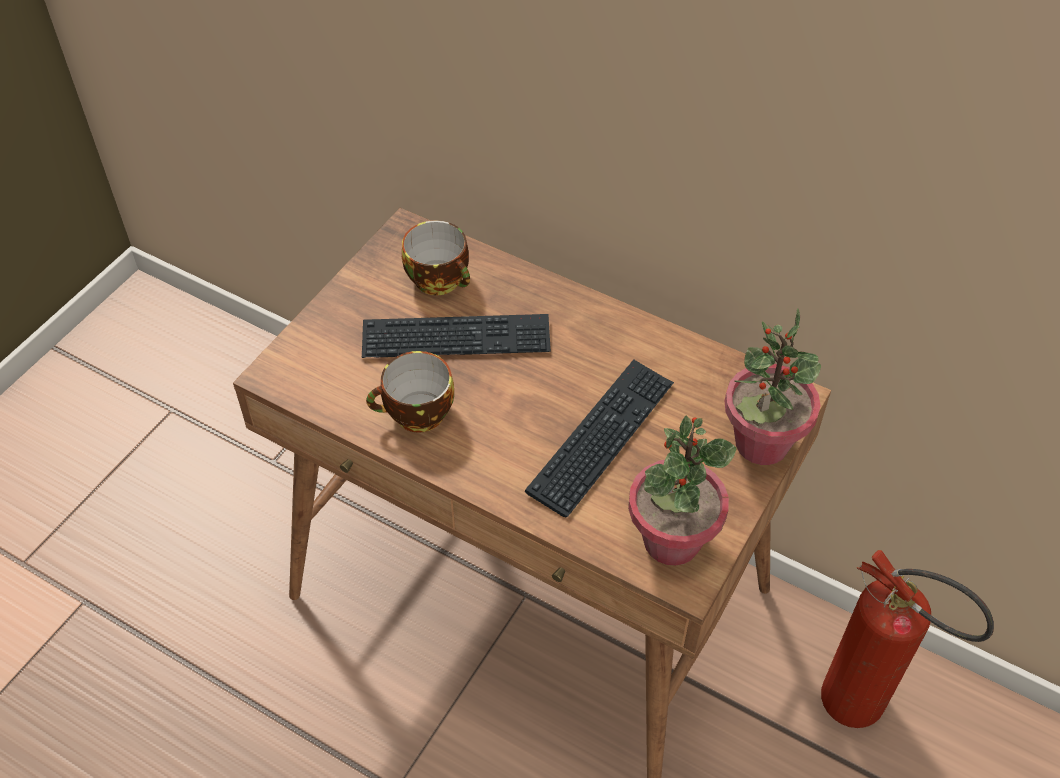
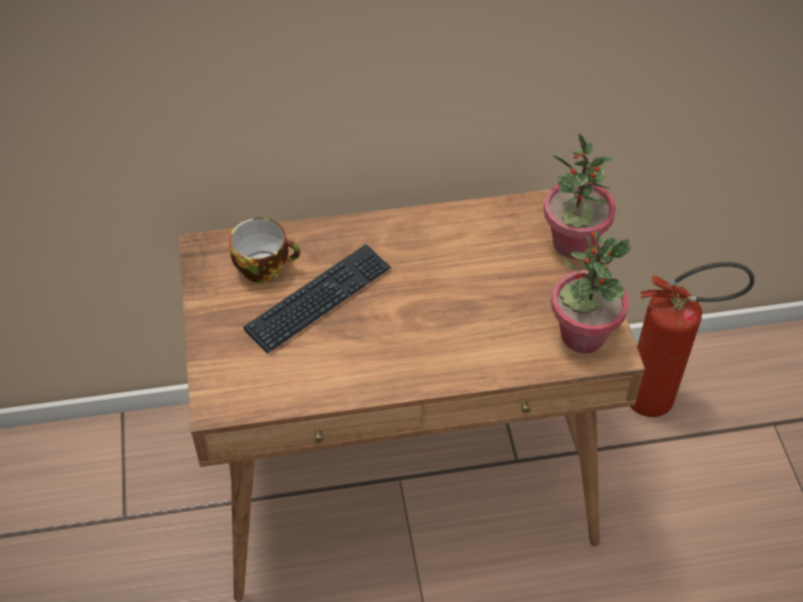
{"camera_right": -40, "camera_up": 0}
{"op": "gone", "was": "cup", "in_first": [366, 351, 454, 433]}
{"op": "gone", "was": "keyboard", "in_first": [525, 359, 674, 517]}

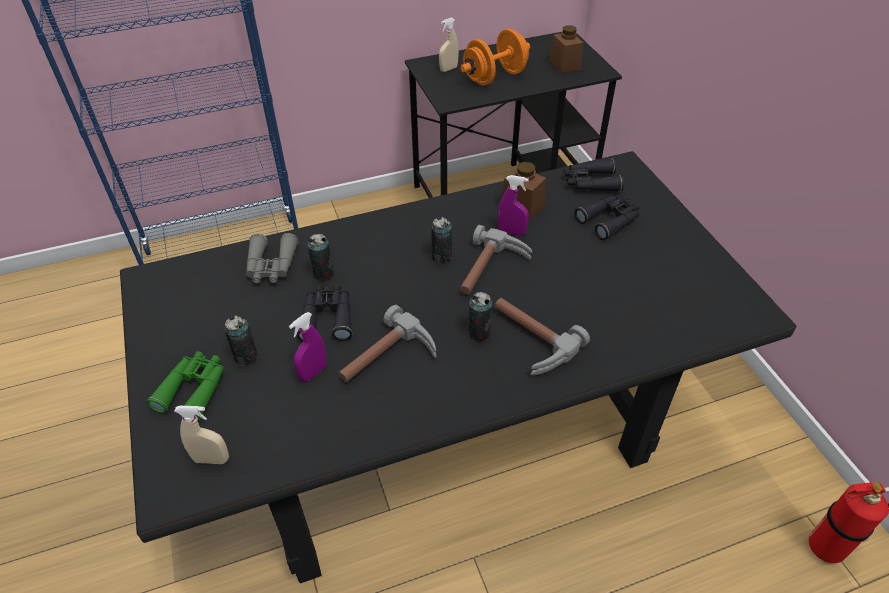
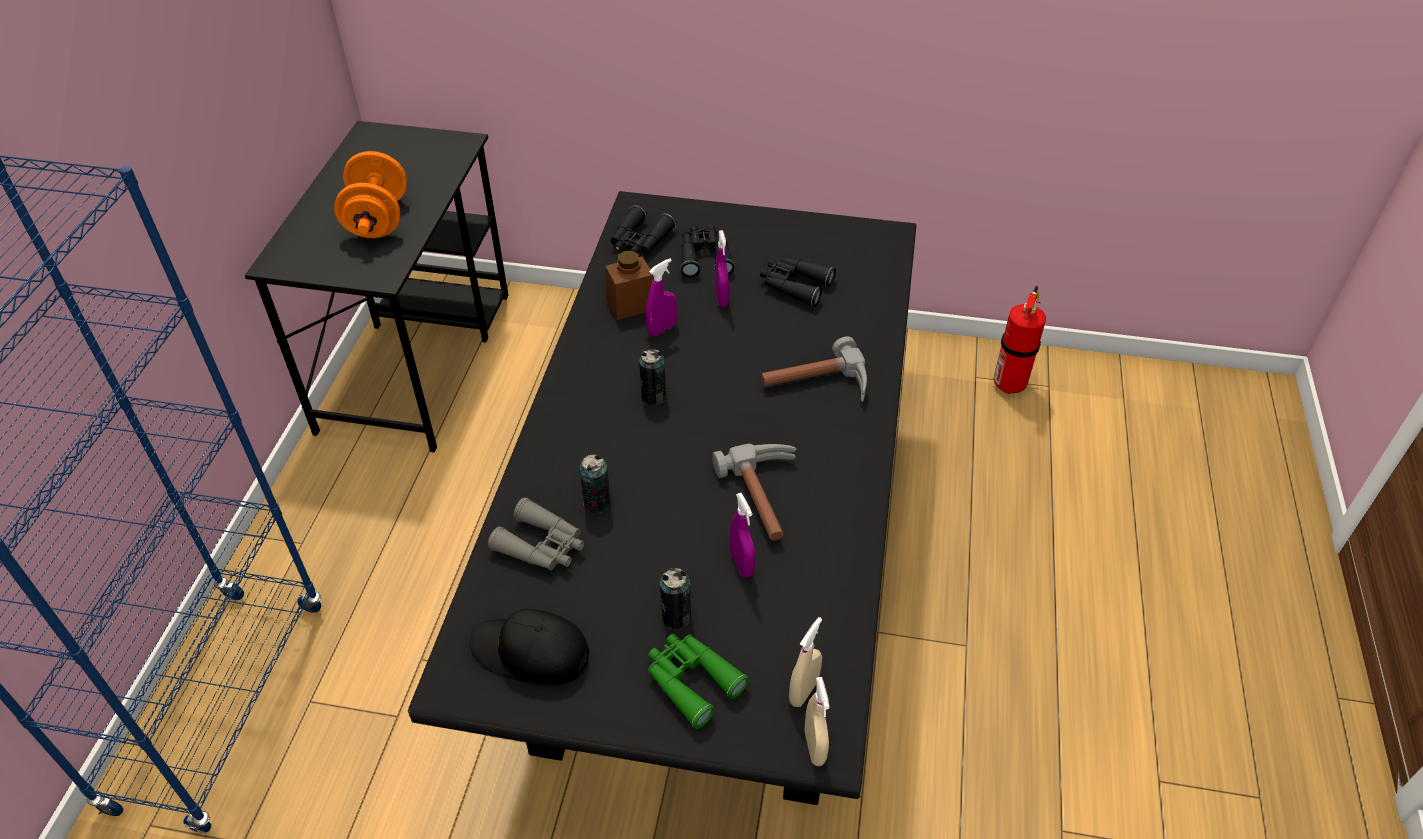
{"camera_right": -60, "camera_up": 0}
{"op": "shifted", "was": "black binoculars", "in_first": [297, 285, 352, 342], "in_second": [760, 256, 836, 307]}
{"op": "shifted", "was": "beige spray bottle", "in_first": [439, 17, 459, 72], "in_second": [805, 677, 829, 766]}
{"op": "gone", "was": "hammer", "in_first": [460, 225, 532, 294]}
{"op": "gone", "was": "can", "in_first": [468, 292, 492, 341]}
{"op": "gone", "was": "brown jar", "in_first": [549, 25, 583, 73]}
{"op": "new", "now": "black cap", "in_second": [470, 609, 589, 686]}
{"op": "new", "now": "purple spray bottle", "in_second": [715, 230, 729, 307]}

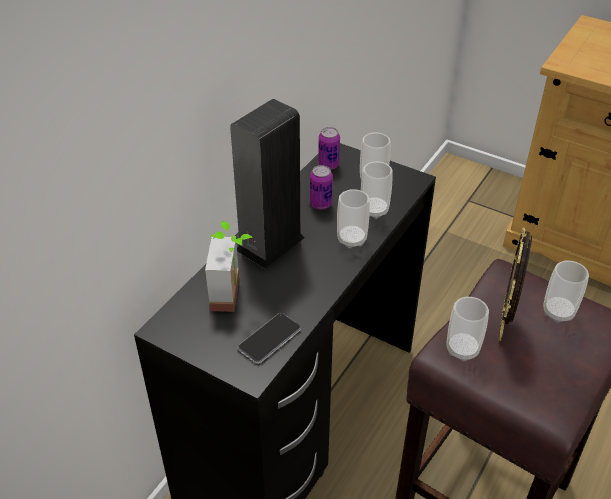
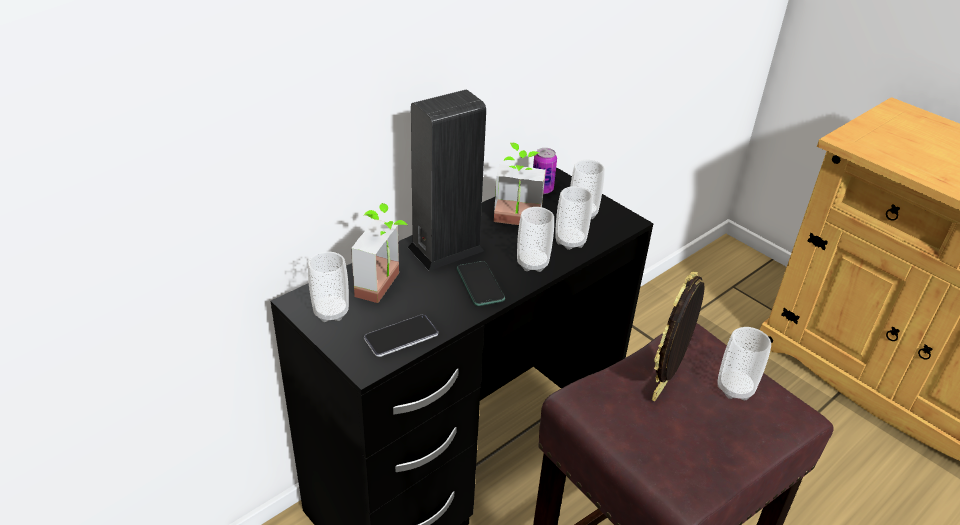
{"camera_right": 15, "camera_up": -5}
{"op": "swapped", "was": "can", "now": "potted plant", "in_first": [310, 165, 333, 210], "in_second": [494, 143, 546, 225]}
{"op": "shifted", "was": "cup", "in_first": [446, 297, 489, 362], "in_second": [308, 251, 349, 322]}
{"op": "new", "now": "phone", "in_second": [457, 261, 505, 306]}

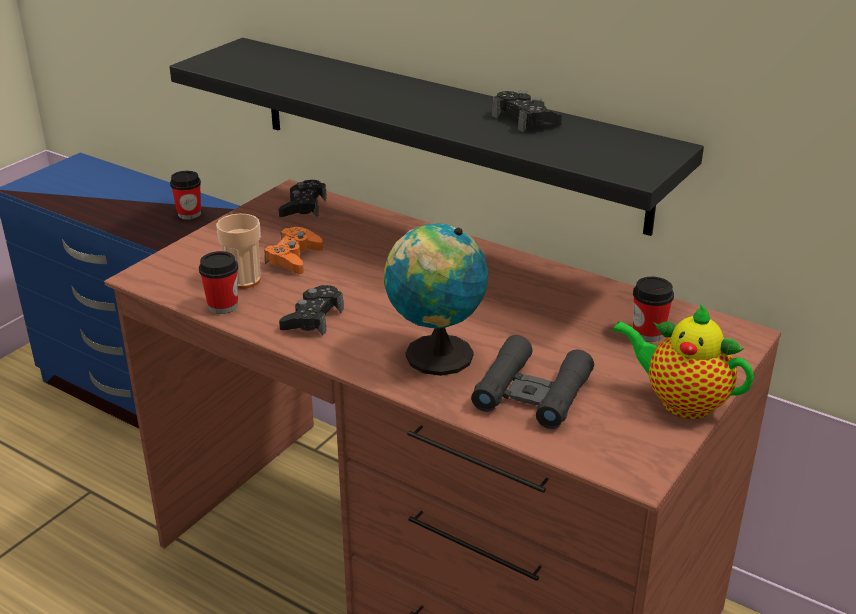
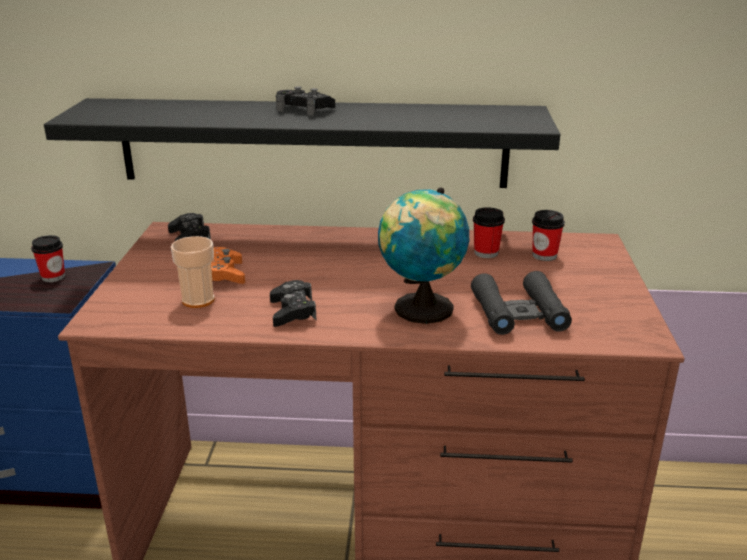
{"camera_right": -30, "camera_up": -5}
{"op": "shifted", "was": "cup", "in_first": [199, 251, 238, 314], "in_second": [473, 207, 505, 258]}
{"op": "shifted", "was": "black game controller", "in_first": [492, 90, 562, 132], "in_second": [276, 86, 335, 116]}
{"op": "gone", "was": "teapot", "in_first": [612, 304, 754, 419]}

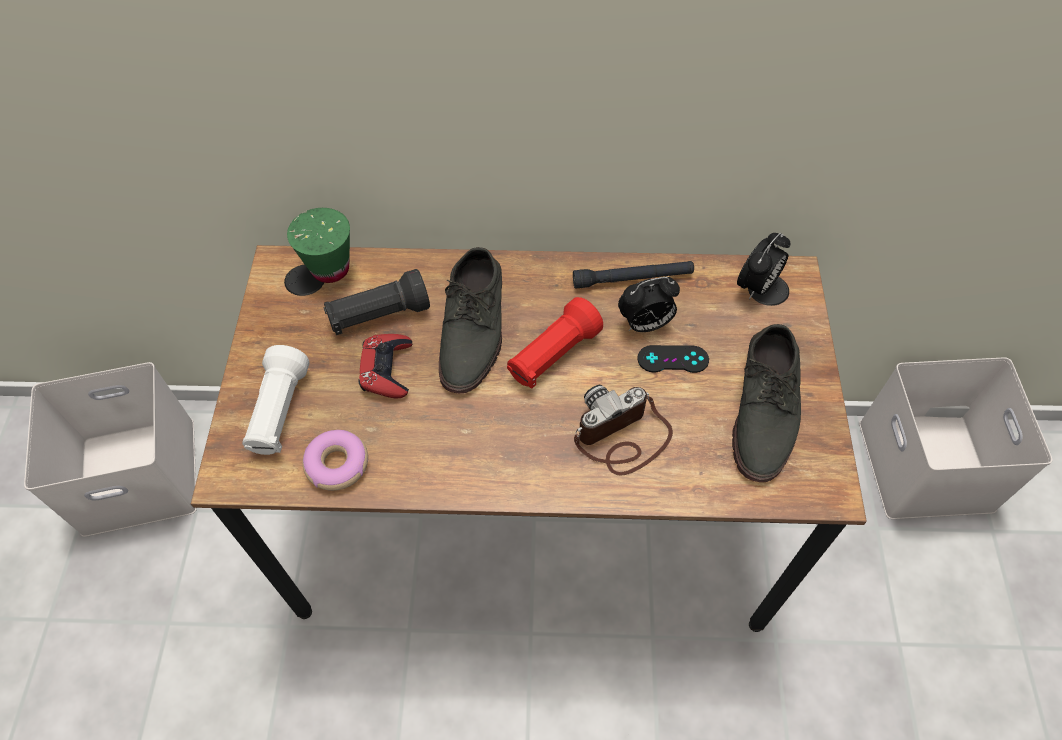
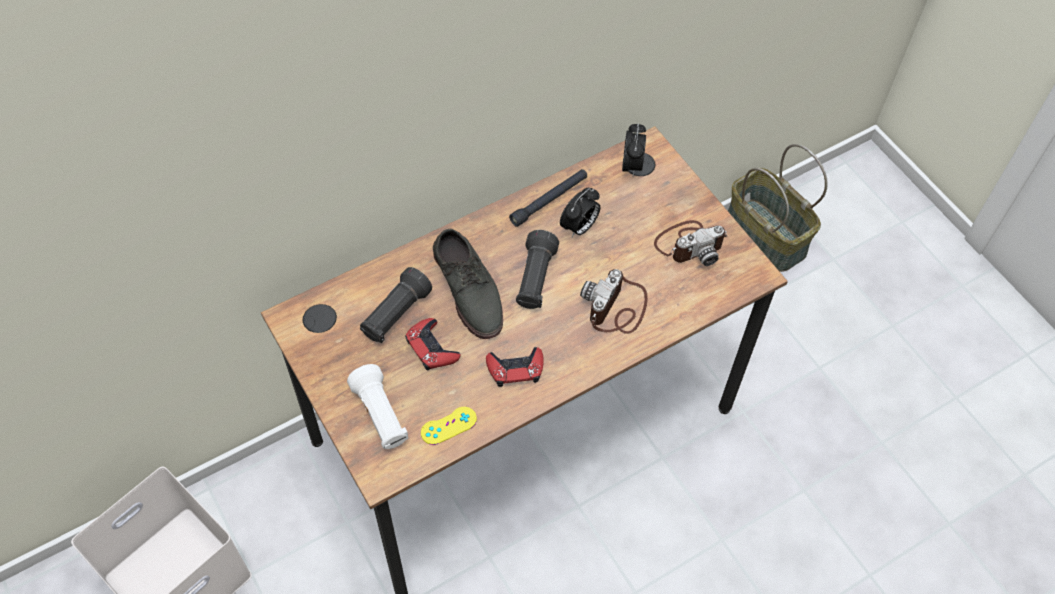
{"camera_right": -35, "camera_up": 0}
{"op": "gone", "was": "green cup", "in_first": [287, 208, 350, 283]}
{"op": "swapped", "was": "donut", "now": "yellow game controller", "in_first": [303, 430, 368, 491], "in_second": [421, 407, 477, 445]}
{"op": "repainted", "was": "red flashlight", "now": "black flashlight", "in_first": [507, 297, 603, 389], "in_second": [516, 230, 559, 309]}
{"op": "gone", "was": "black game controller", "in_first": [637, 345, 709, 373]}
{"op": "swapped", "was": "grey shoe", "now": "photo camera", "in_first": [732, 324, 801, 482], "in_second": [654, 220, 727, 266]}
{"op": "swapped", "was": "white storage box", "now": "basket", "in_first": [859, 357, 1053, 519], "in_second": [728, 144, 828, 272]}
{"op": "new", "now": "red game controller", "in_second": [486, 347, 544, 387]}

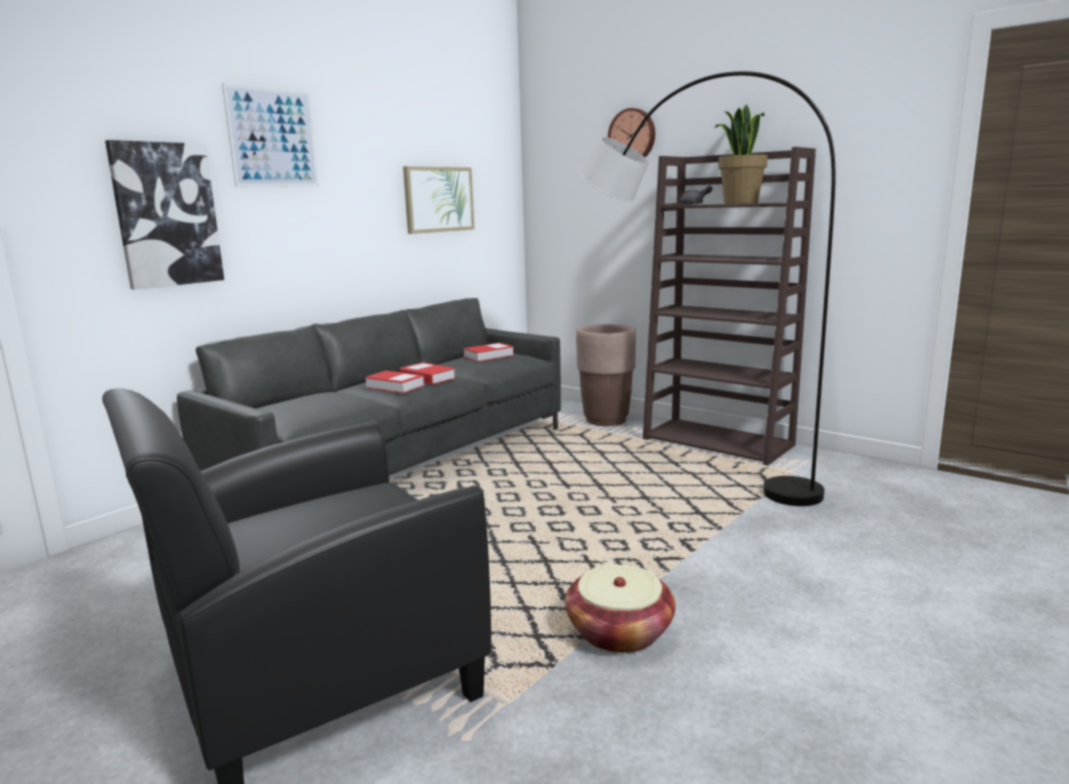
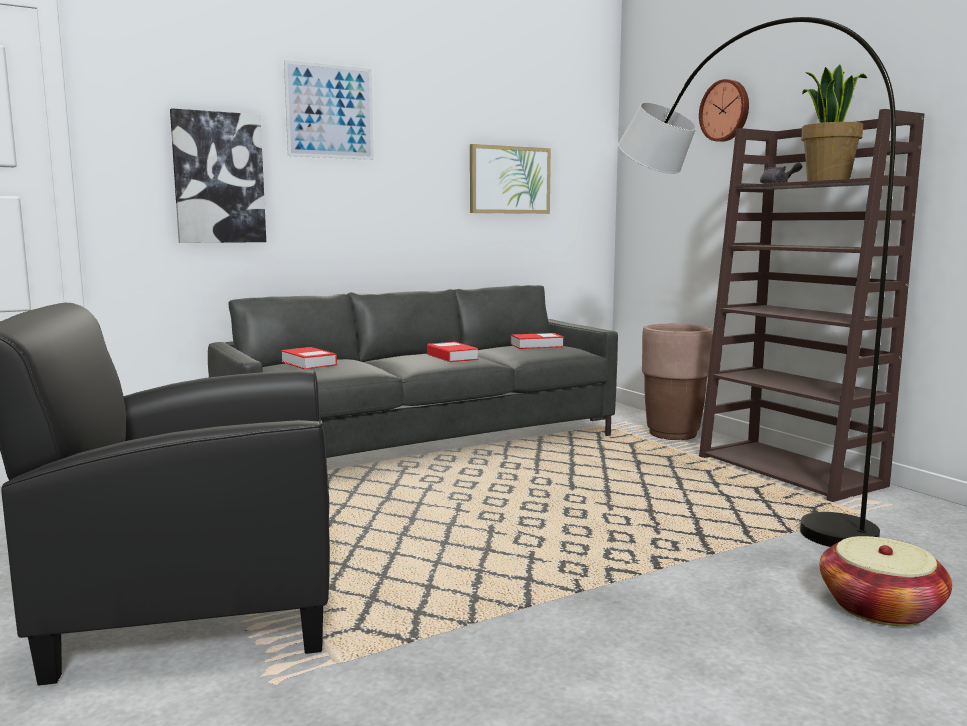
{"camera_right": 20, "camera_up": -5}
{"op": "shifted", "was": "book", "in_first": [365, 371, 425, 393], "in_second": [281, 347, 337, 369]}
{"op": "shifted", "was": "basket", "in_first": [565, 565, 676, 653], "in_second": [819, 536, 952, 626]}

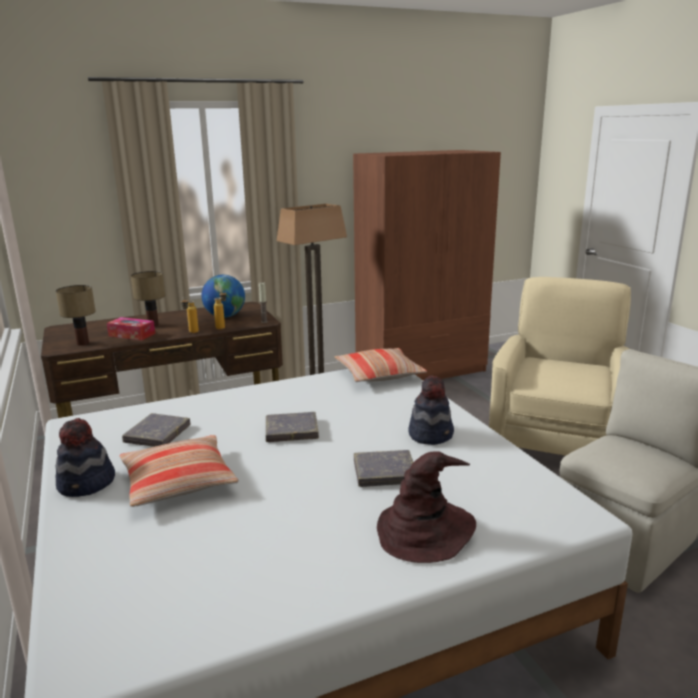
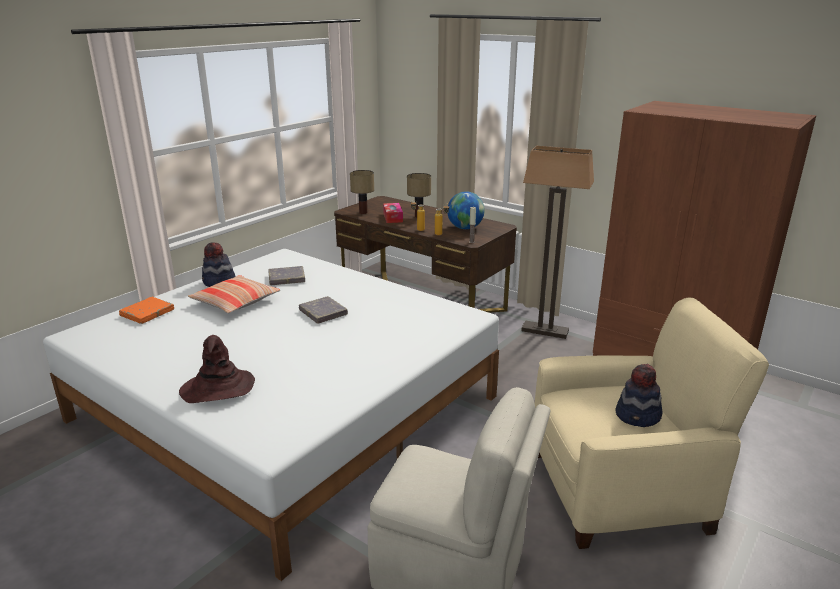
{"camera_right": 60, "camera_up": 5}
{"op": "gone", "was": "pillow", "in_first": [335, 348, 427, 382]}
{"op": "gone", "was": "grey book", "in_first": [354, 450, 413, 487]}
{"op": "shifted", "was": "hat", "in_first": [408, 376, 454, 445], "in_second": [615, 364, 662, 427]}
{"op": "new", "now": "orange book", "in_second": [119, 297, 174, 324]}

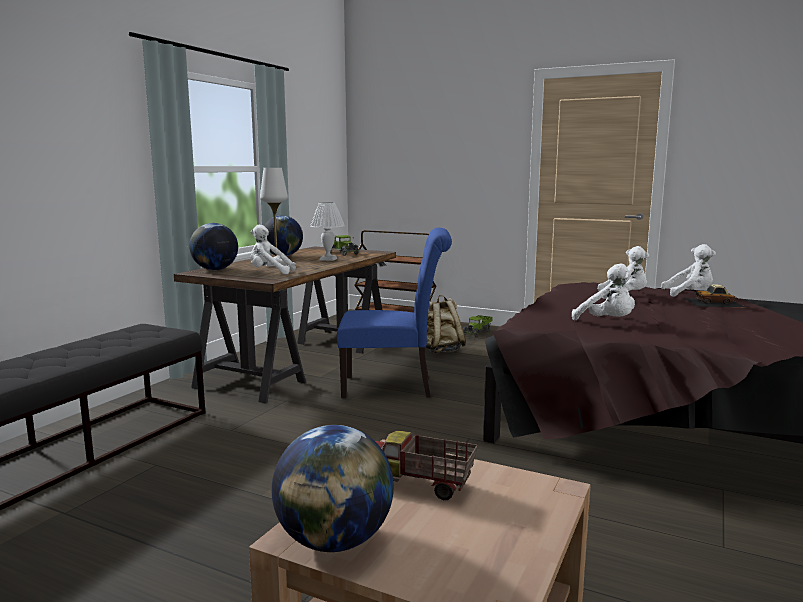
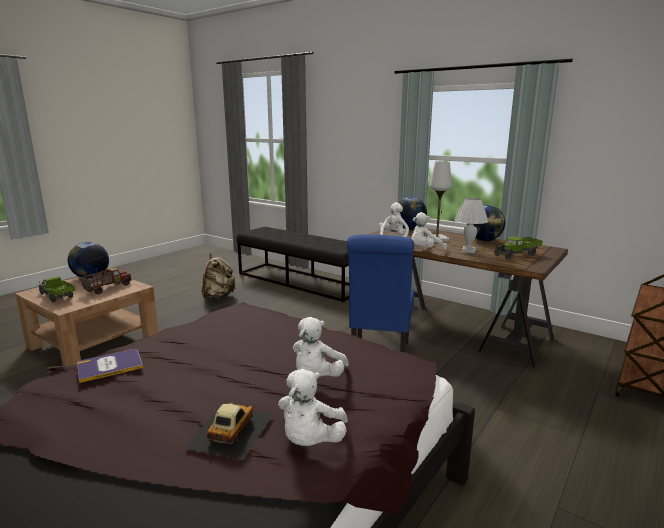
{"camera_right": 100, "camera_up": 5}
{"op": "shifted", "was": "beige backpack", "in_first": [426, 295, 466, 354], "in_second": [202, 253, 236, 299]}
{"op": "shifted", "was": "toy truck", "in_first": [463, 315, 493, 337], "in_second": [39, 276, 76, 302]}
{"op": "shifted", "was": "white plush toy", "in_first": [572, 263, 635, 320], "in_second": [411, 212, 447, 250]}
{"op": "new", "now": "book", "in_second": [77, 349, 143, 383]}

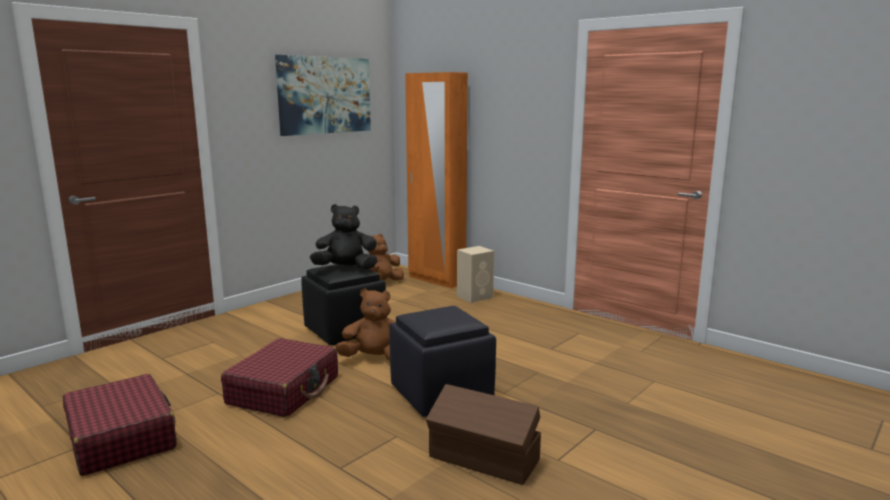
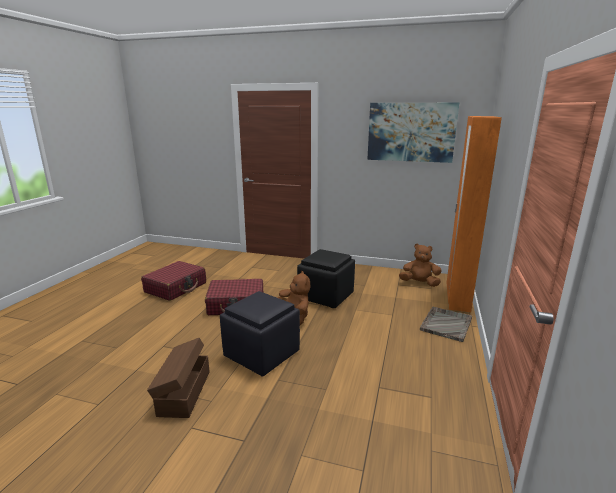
{"camera_right": 65, "camera_up": 5}
{"op": "gone", "was": "black plush toy", "in_first": [310, 204, 378, 269]}
{"op": "swapped", "was": "beige speaker", "now": "grey tray", "in_first": [457, 246, 494, 303], "in_second": [420, 306, 472, 342]}

